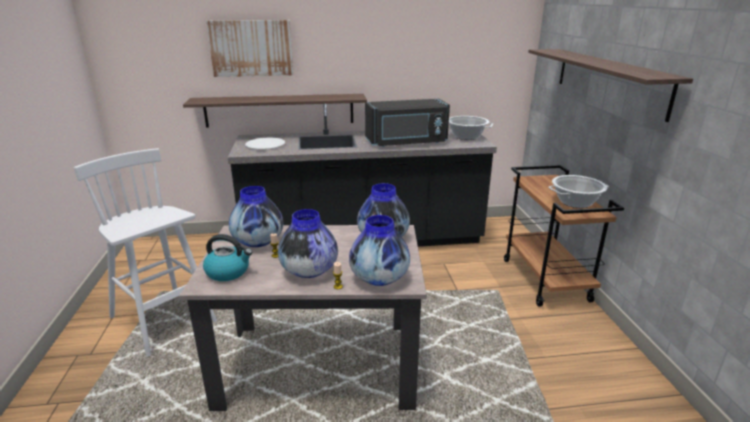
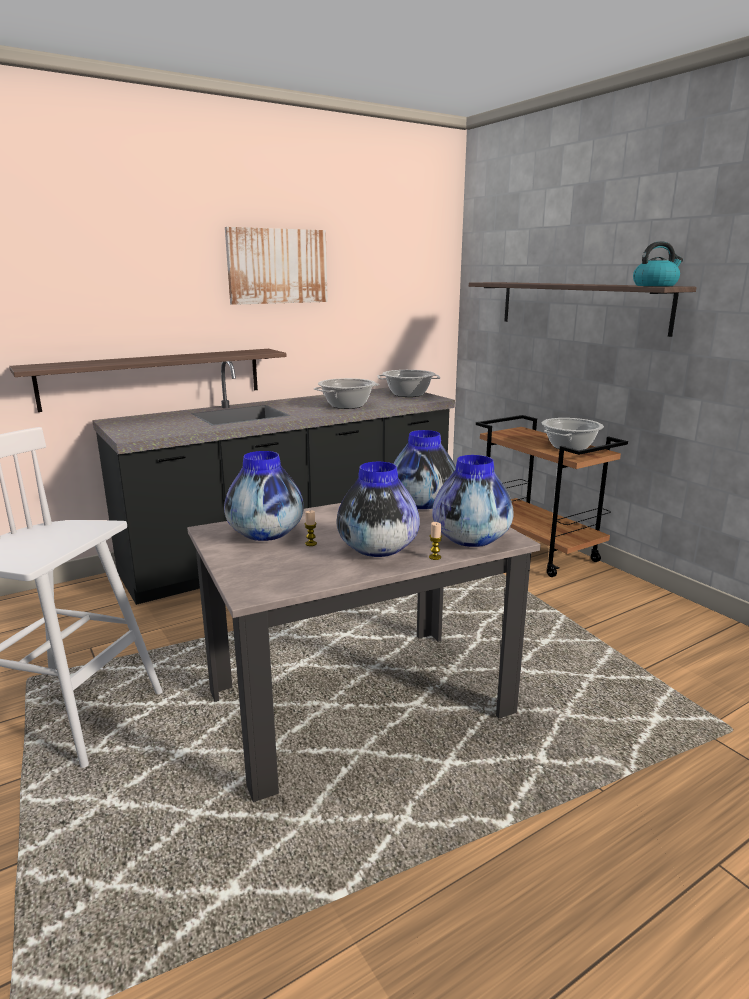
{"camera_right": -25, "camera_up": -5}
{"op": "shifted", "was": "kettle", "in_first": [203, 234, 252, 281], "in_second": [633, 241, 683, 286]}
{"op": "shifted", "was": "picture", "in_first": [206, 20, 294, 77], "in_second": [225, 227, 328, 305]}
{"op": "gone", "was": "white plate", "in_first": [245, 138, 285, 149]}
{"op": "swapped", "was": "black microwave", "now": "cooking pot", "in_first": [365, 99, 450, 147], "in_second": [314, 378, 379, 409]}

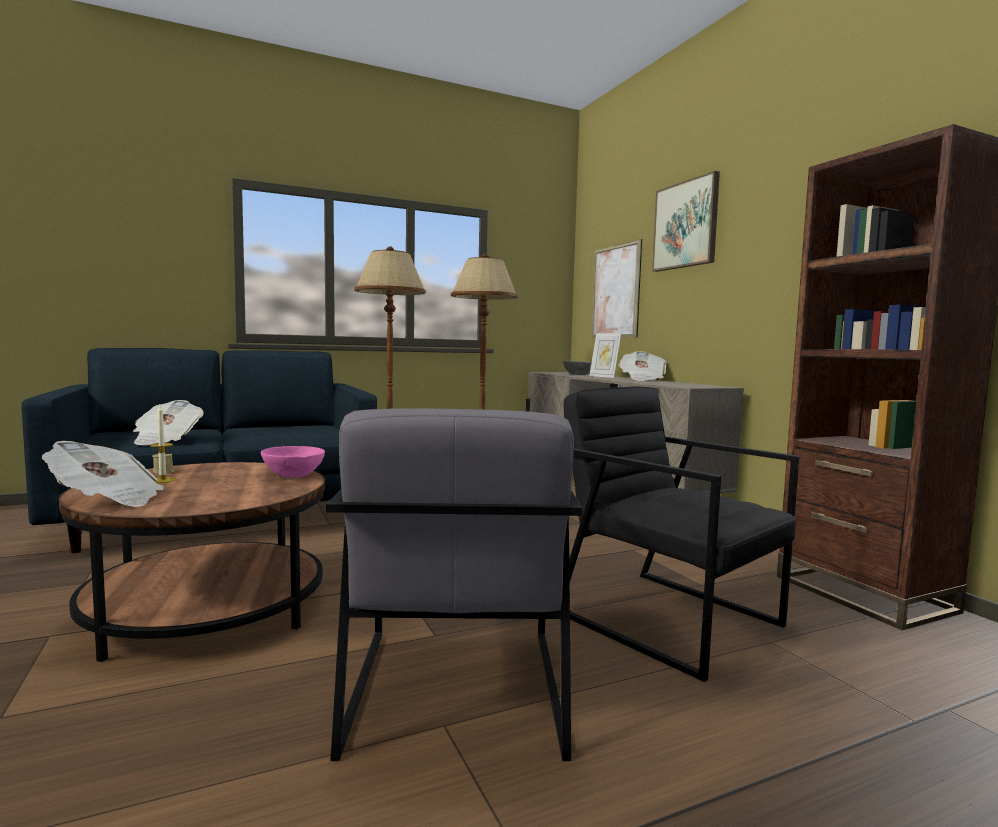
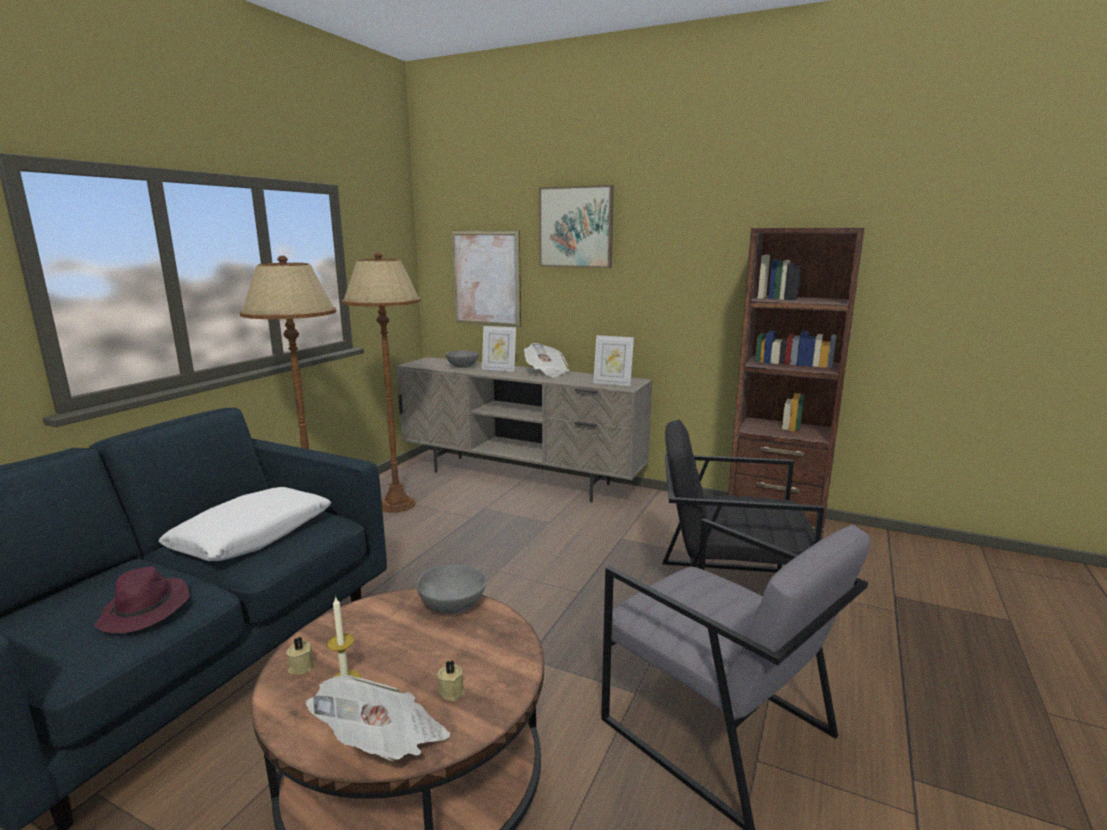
{"camera_right": -40, "camera_up": 10}
{"op": "swapped", "was": "newspaper", "now": "purple hat", "in_first": [133, 400, 204, 445], "in_second": [94, 566, 190, 634]}
{"op": "repainted", "was": "pink bowl", "now": "grey bowl", "in_first": [261, 446, 325, 478], "in_second": [417, 564, 486, 614]}
{"op": "new", "now": "white pillow", "in_second": [158, 487, 332, 561]}
{"op": "new", "now": "beige candle", "in_second": [437, 660, 465, 701]}
{"op": "new", "now": "picture frame", "in_second": [593, 335, 634, 386]}

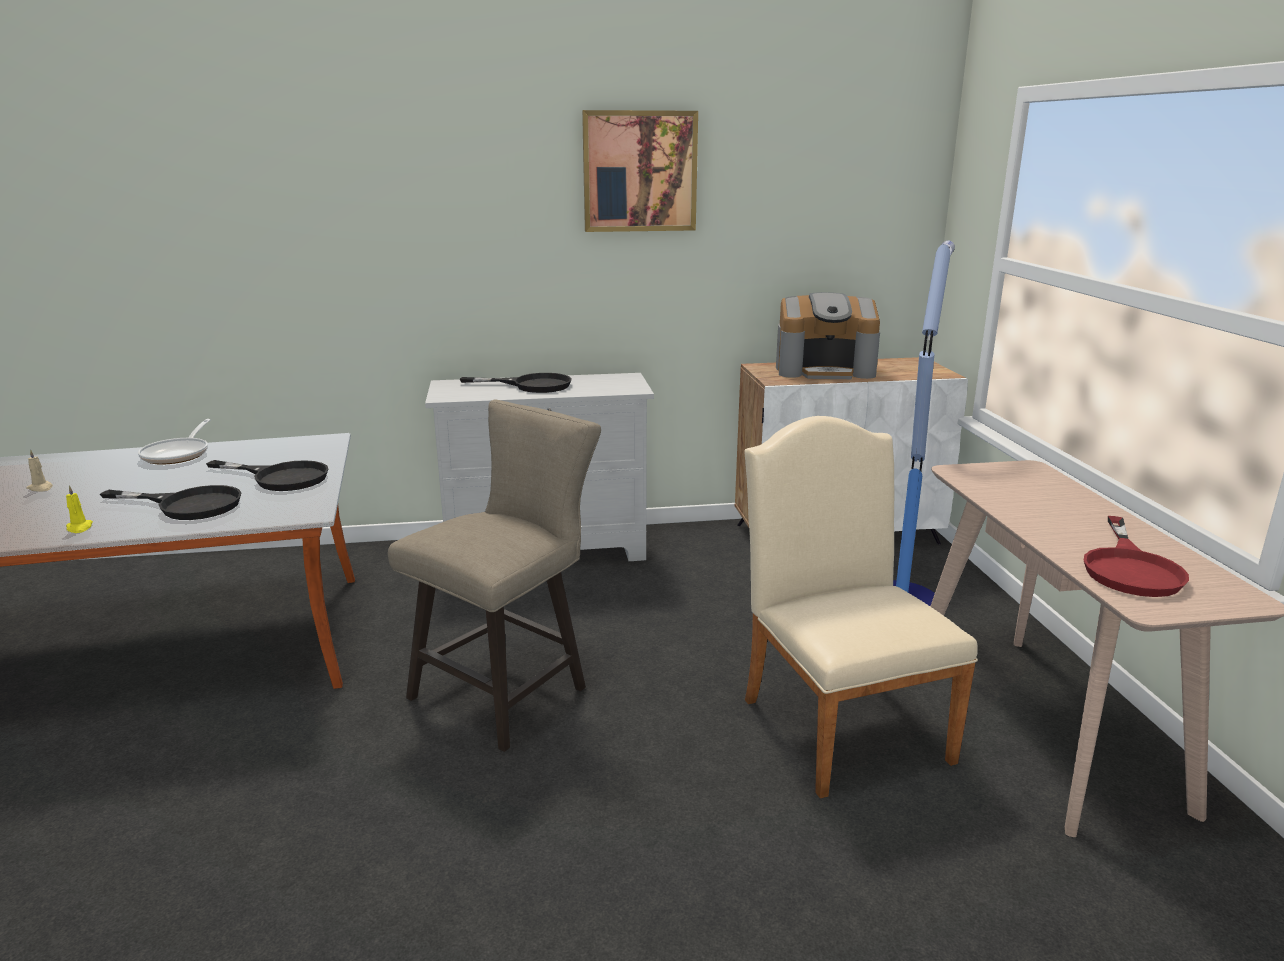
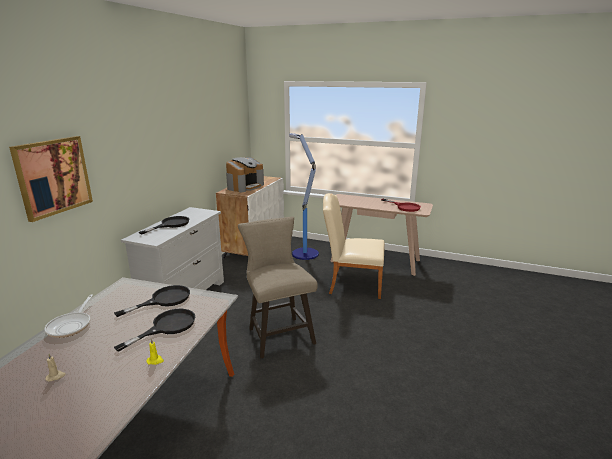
{"camera_right": -60, "camera_up": 0}
{"op": "rotated", "was": "frying pan", "in_first": [138, 419, 210, 465], "in_second": [44, 294, 93, 338], "clockwise": 60}
{"op": "shifted", "was": "picture", "in_first": [582, 110, 698, 232], "in_second": [9, 136, 93, 222]}

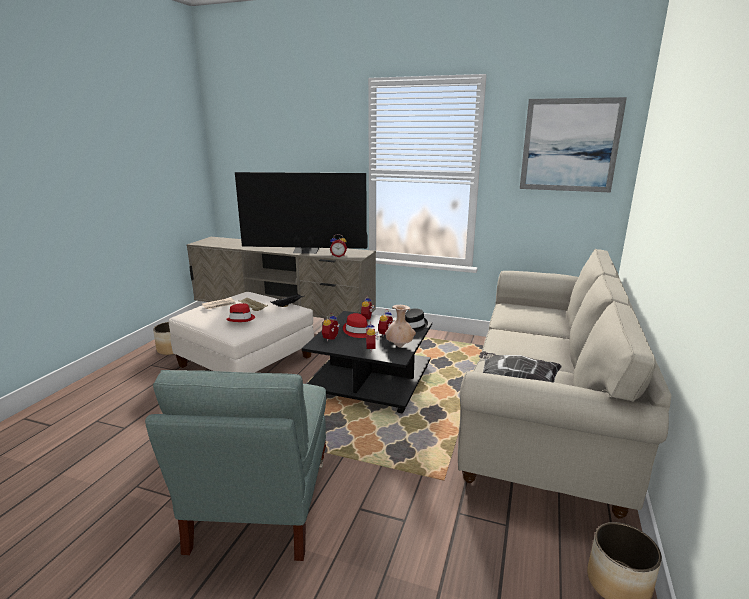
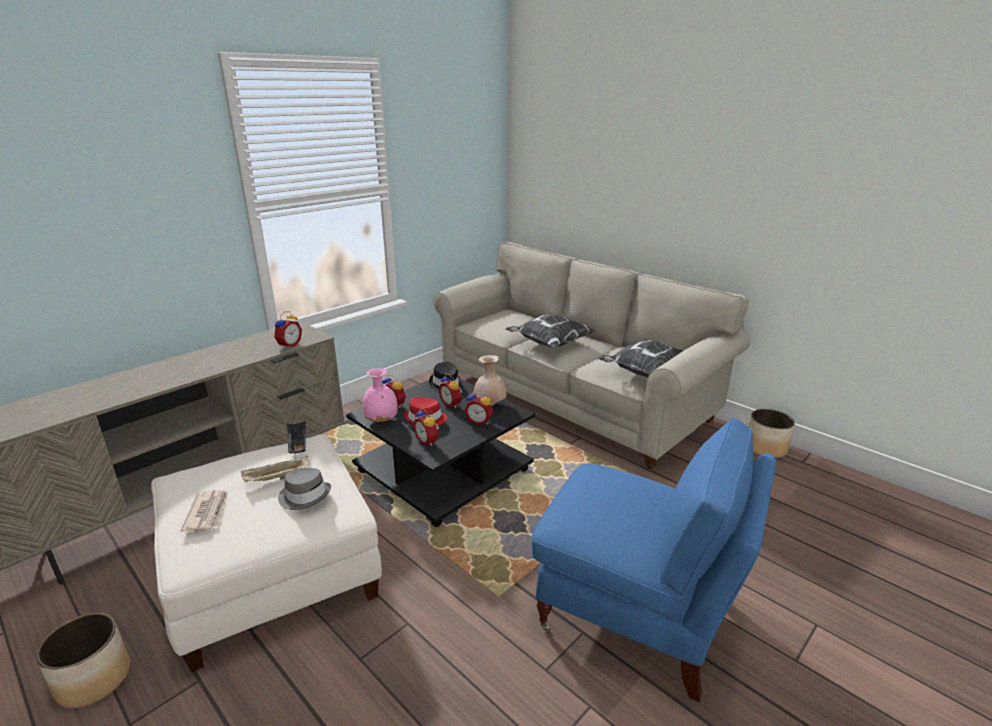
{"camera_right": -65, "camera_up": 5}
{"op": "repainted", "was": "grey armchair", "now": "blue armchair", "in_first": [145, 370, 326, 561], "in_second": [532, 418, 776, 702]}
{"op": "repainted", "was": "red hat", "now": "grey hat", "in_first": [226, 303, 255, 322], "in_second": [278, 468, 331, 510]}
{"op": "gone", "was": "television", "in_first": [235, 172, 368, 254]}
{"op": "gone", "was": "picture", "in_first": [520, 97, 627, 193]}
{"op": "new", "now": "pink vase", "in_second": [363, 368, 398, 422]}
{"op": "new", "now": "pillow", "in_second": [505, 313, 596, 348]}

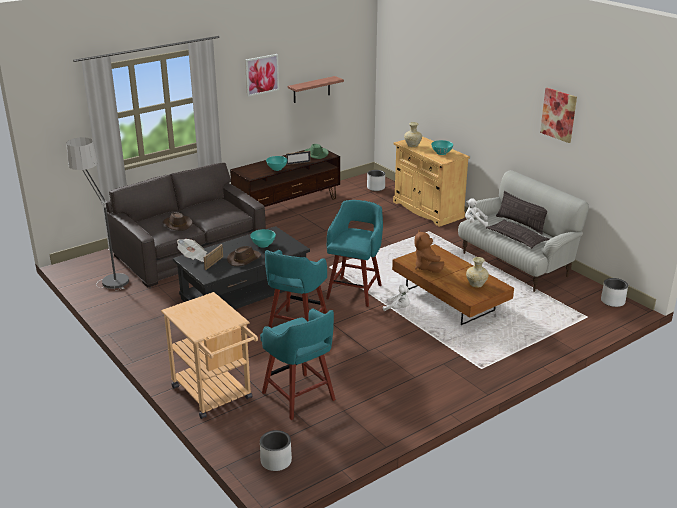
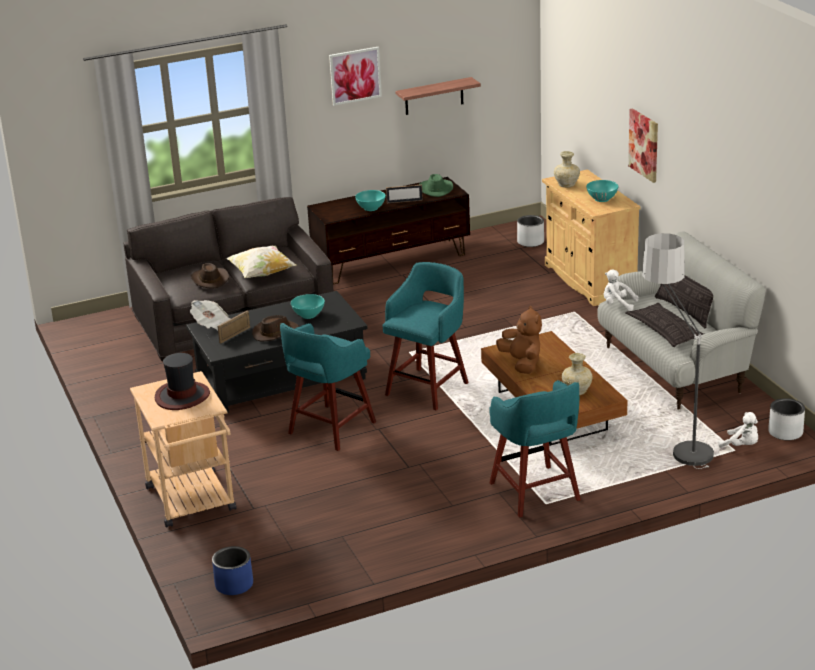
{"camera_right": 15, "camera_up": 0}
{"op": "shifted", "was": "floor lamp", "in_first": [66, 137, 129, 290], "in_second": [642, 233, 714, 469]}
{"op": "shifted", "was": "turquoise stool", "in_first": [260, 308, 336, 420], "in_second": [489, 380, 581, 518]}
{"op": "repainted", "was": "grey planter", "now": "blue planter", "in_first": [260, 430, 292, 471], "in_second": [212, 546, 253, 595]}
{"op": "shifted", "was": "white plush toy", "in_first": [383, 285, 410, 311], "in_second": [718, 412, 758, 448]}
{"op": "rotated", "was": "brown plush toy", "in_first": [414, 230, 444, 273], "in_second": [496, 306, 542, 374], "clockwise": 150}
{"op": "shifted", "was": "picture", "in_first": [540, 88, 577, 143], "in_second": [628, 108, 658, 183]}
{"op": "new", "now": "hat", "in_second": [155, 353, 210, 410]}
{"op": "new", "now": "pillow", "in_second": [226, 246, 296, 278]}

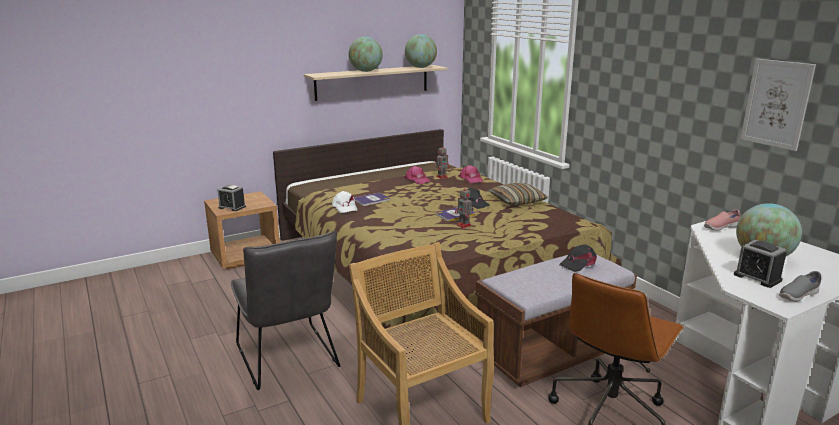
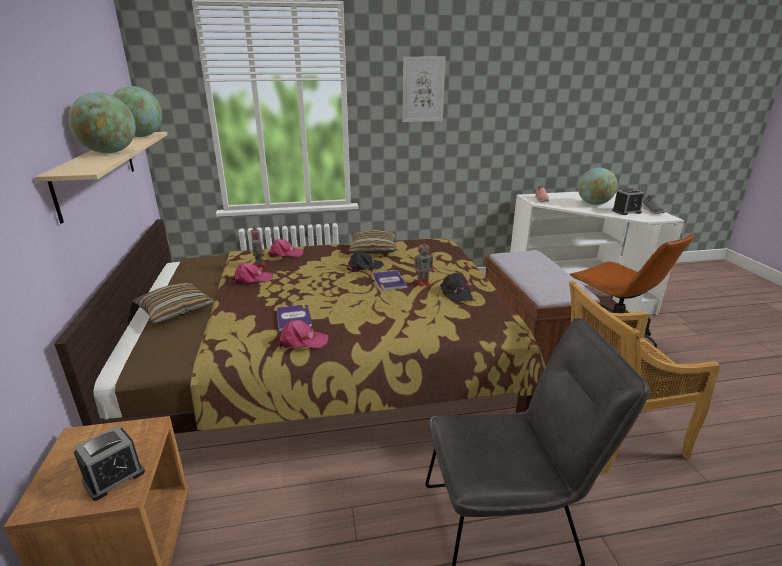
{"camera_right": -70, "camera_up": 5}
{"op": "repainted", "was": "white cap", "now": "pink cap", "in_first": [332, 191, 357, 213], "in_second": [277, 320, 329, 348]}
{"op": "shifted", "was": "black cap", "in_first": [559, 244, 597, 272], "in_second": [440, 273, 473, 302]}
{"op": "shifted", "was": "picture", "in_first": [741, 59, 816, 151], "in_second": [403, 57, 446, 122]}
{"op": "new", "now": "pillow", "in_second": [133, 282, 214, 323]}

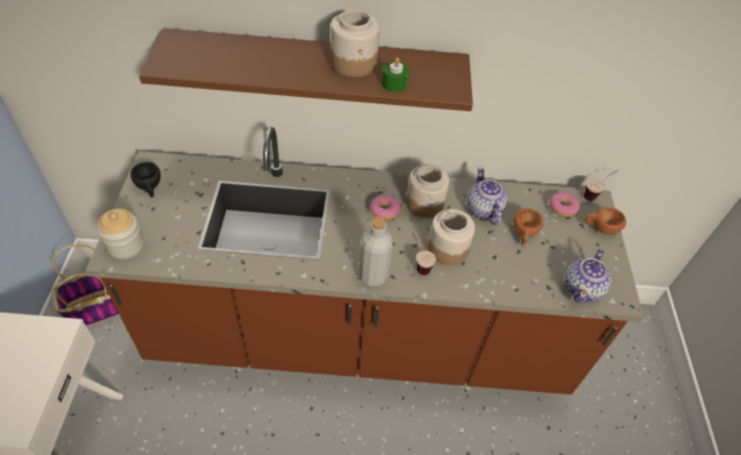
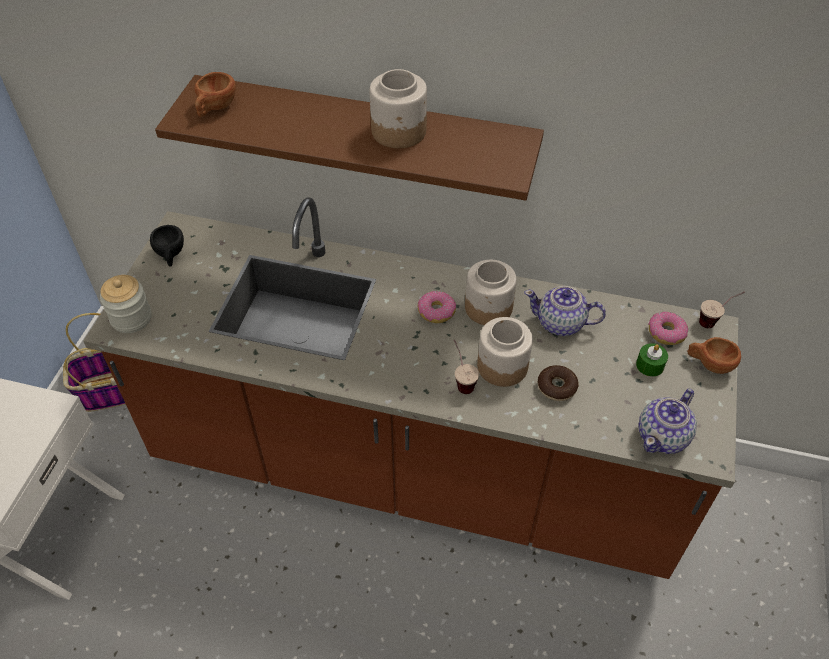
{"camera_right": 15, "camera_up": 0}
{"op": "gone", "was": "grey bottle", "in_first": [359, 217, 393, 287]}
{"op": "shifted", "was": "green candle", "in_first": [382, 57, 409, 92], "in_second": [636, 343, 668, 377]}
{"op": "rotated", "was": "teapot", "in_first": [467, 167, 508, 225], "in_second": [524, 286, 606, 336], "clockwise": -75}
{"op": "shifted", "was": "brown cup", "in_first": [514, 208, 543, 245], "in_second": [195, 72, 236, 117]}
{"op": "new", "now": "donut", "in_second": [538, 365, 579, 401]}

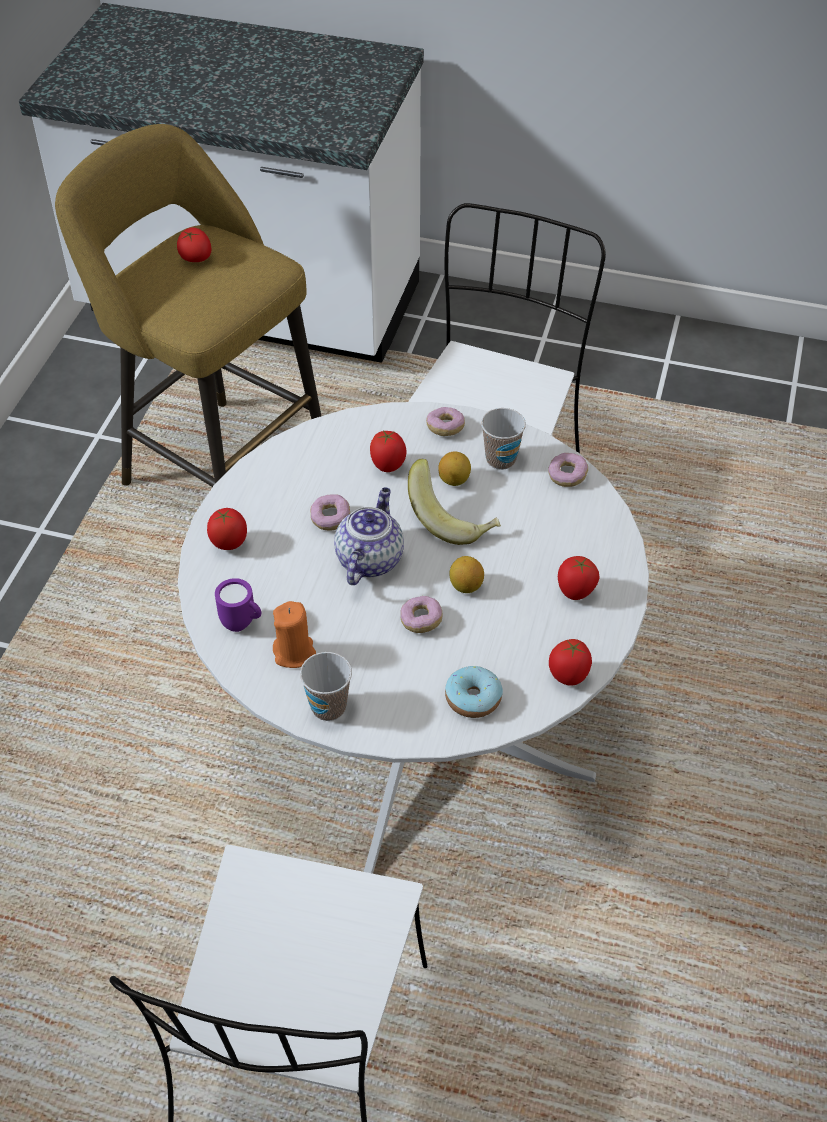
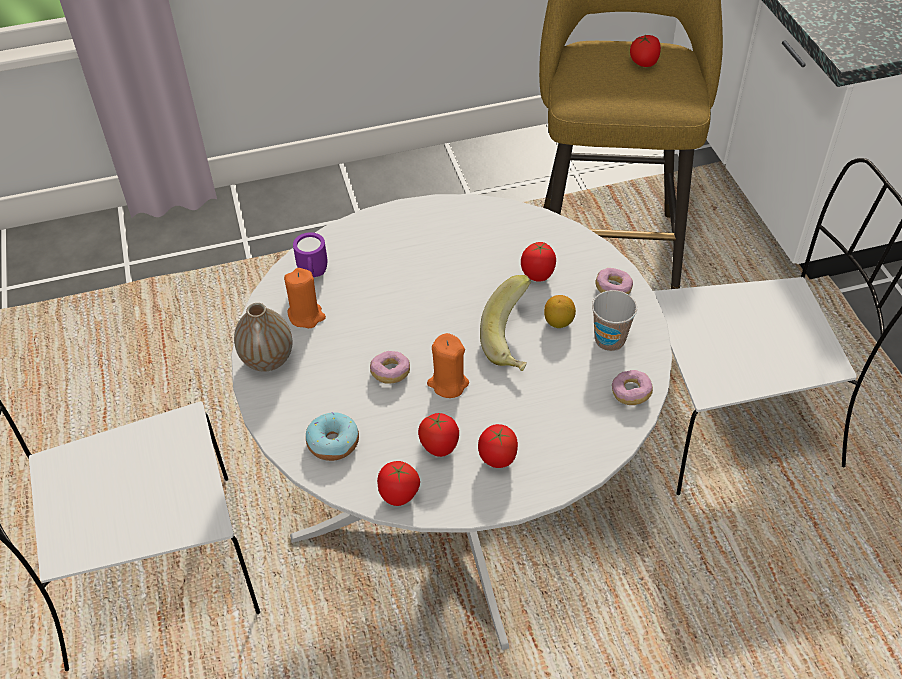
{"camera_right": 60, "camera_up": 0}
{"op": "shifted", "was": "tomato", "in_first": [207, 508, 247, 550], "in_second": [418, 413, 459, 457]}
{"op": "swapped", "was": "cup", "now": "vase", "in_first": [300, 652, 352, 721], "in_second": [234, 303, 292, 372]}
{"op": "gone", "was": "donut", "in_first": [310, 495, 350, 531]}
{"op": "gone", "was": "teapot", "in_first": [334, 487, 404, 585]}
{"op": "swapped", "was": "lemon", "now": "orange candle", "in_first": [449, 556, 484, 593], "in_second": [427, 333, 469, 398]}

